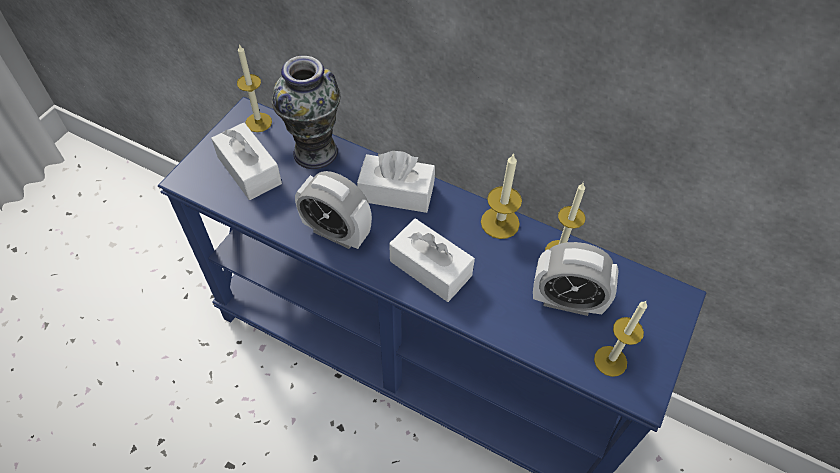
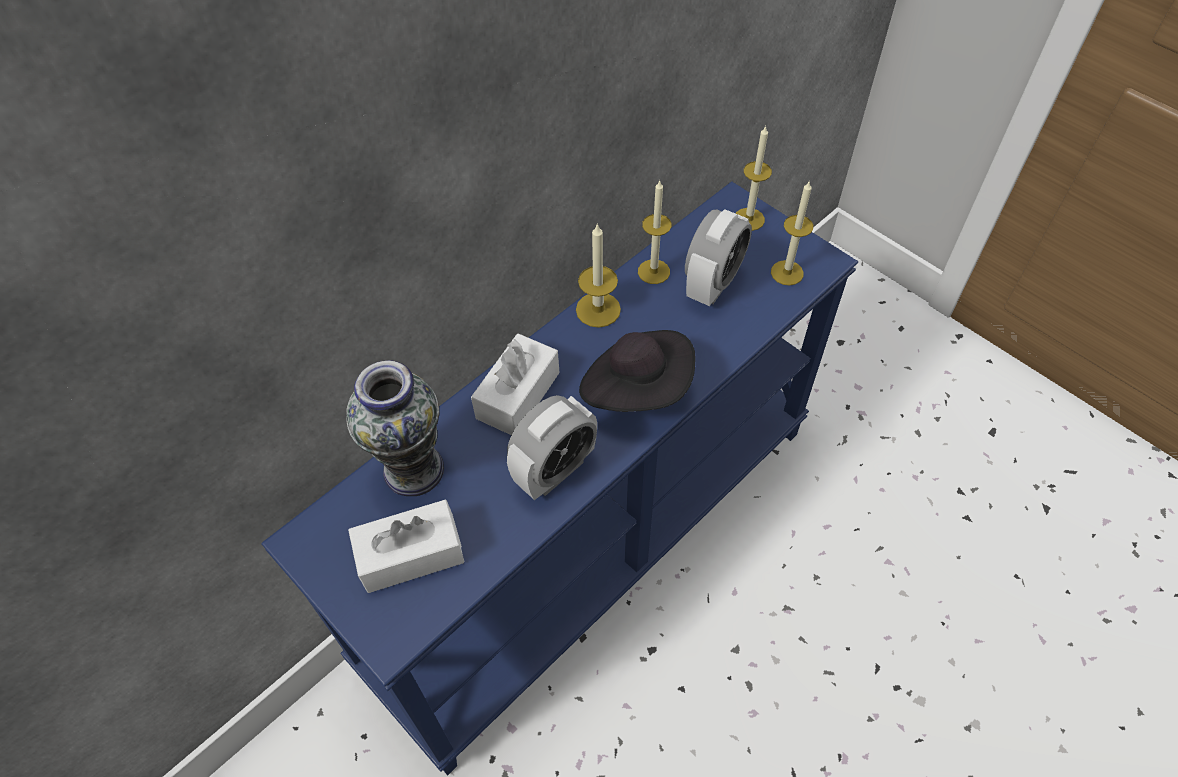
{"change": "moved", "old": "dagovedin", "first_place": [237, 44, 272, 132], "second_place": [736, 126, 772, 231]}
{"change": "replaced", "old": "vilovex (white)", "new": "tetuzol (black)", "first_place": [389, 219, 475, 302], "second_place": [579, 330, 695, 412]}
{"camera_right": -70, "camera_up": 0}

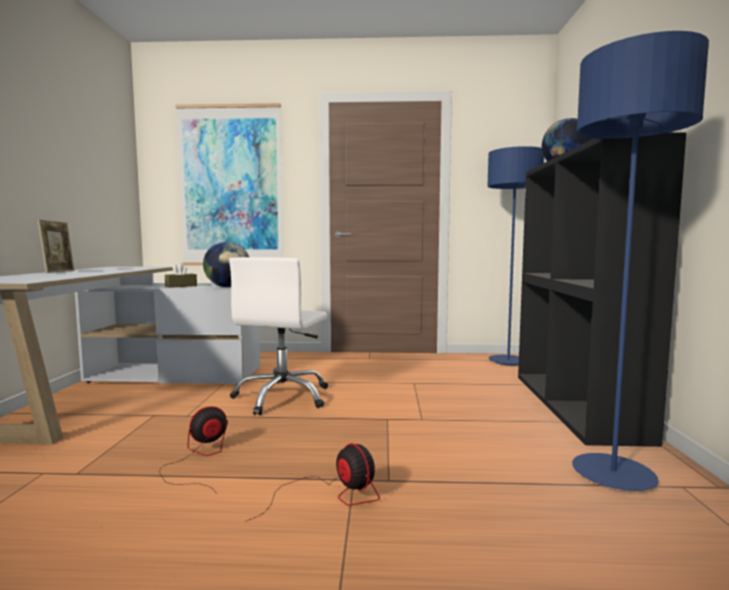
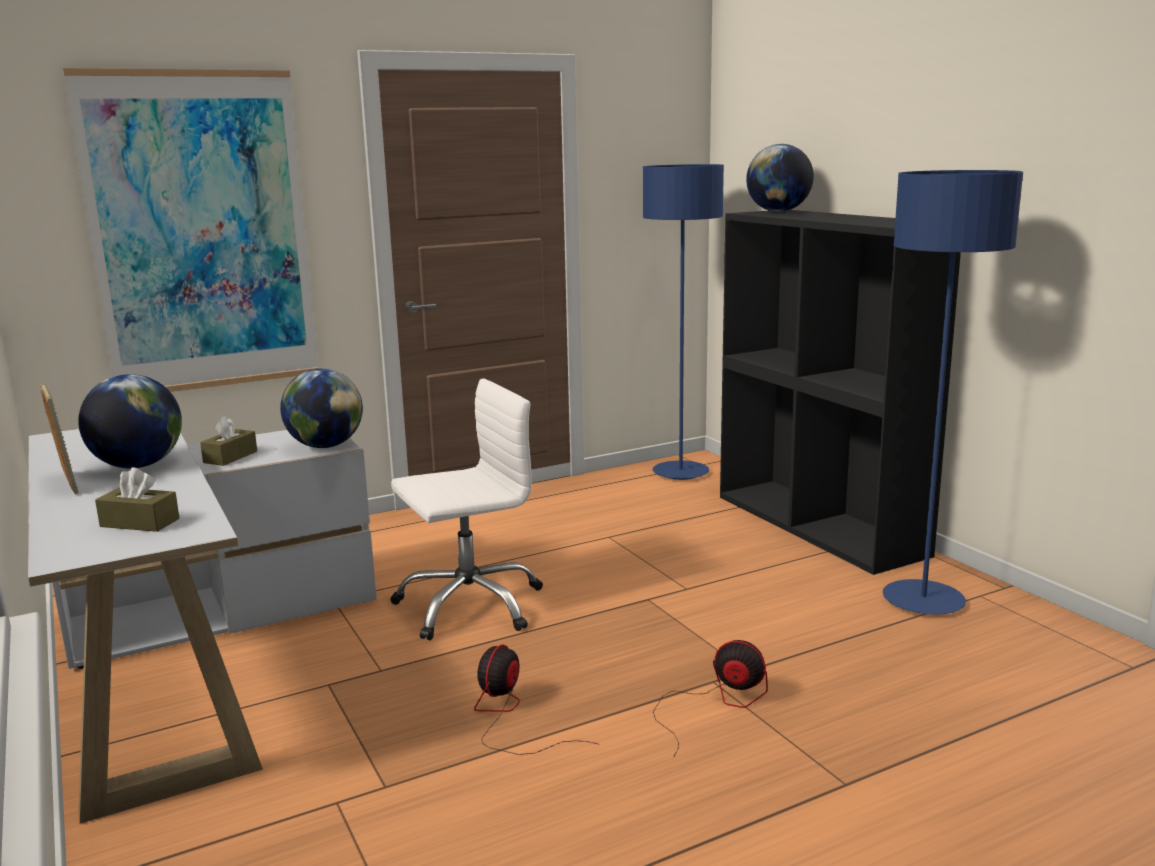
{"change": "turned", "old": "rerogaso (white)", "first_place": [229, 257, 328, 415], "second_place": [390, 378, 543, 640], "degrees": -105}
{"change": "added", "new": "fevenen", "second_place": [78, 374, 182, 468]}
{"change": "added", "new": "vilovex (brown)", "second_place": [95, 467, 179, 532]}
{"camera_right": -30, "camera_up": 10}

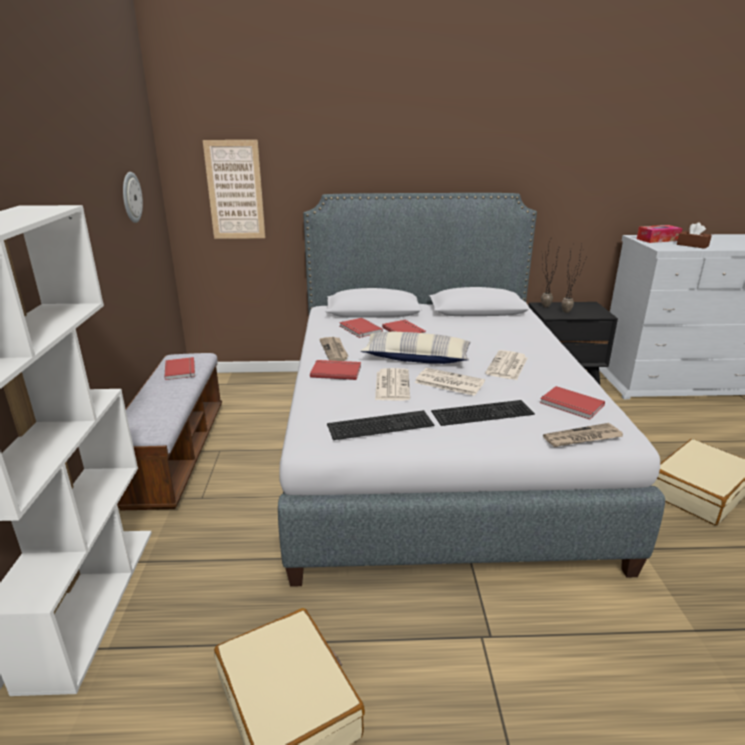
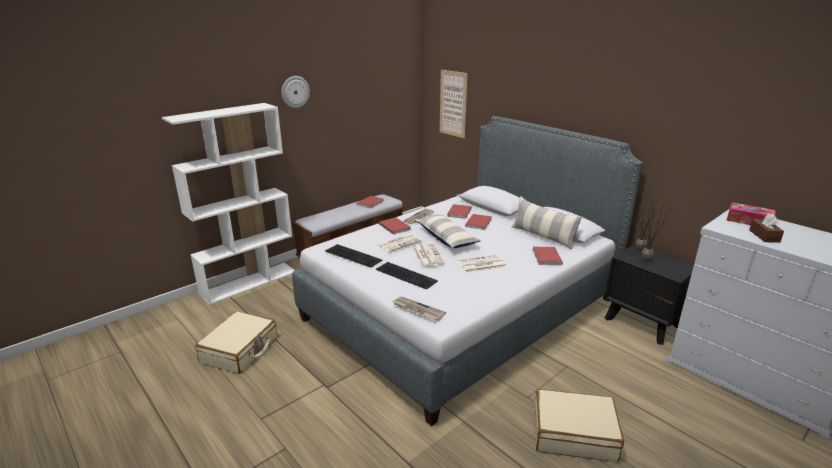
{"change": "moved", "old": "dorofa", "first_place": [123, 172, 143, 223], "second_place": [281, 76, 310, 108]}
{"change": "moved", "old": "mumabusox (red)", "first_place": [540, 386, 605, 420], "second_place": [532, 247, 563, 265]}
{"change": "added", "new": "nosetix", "second_place": [511, 196, 582, 249]}
{"camera_right": 50, "camera_up": 0}

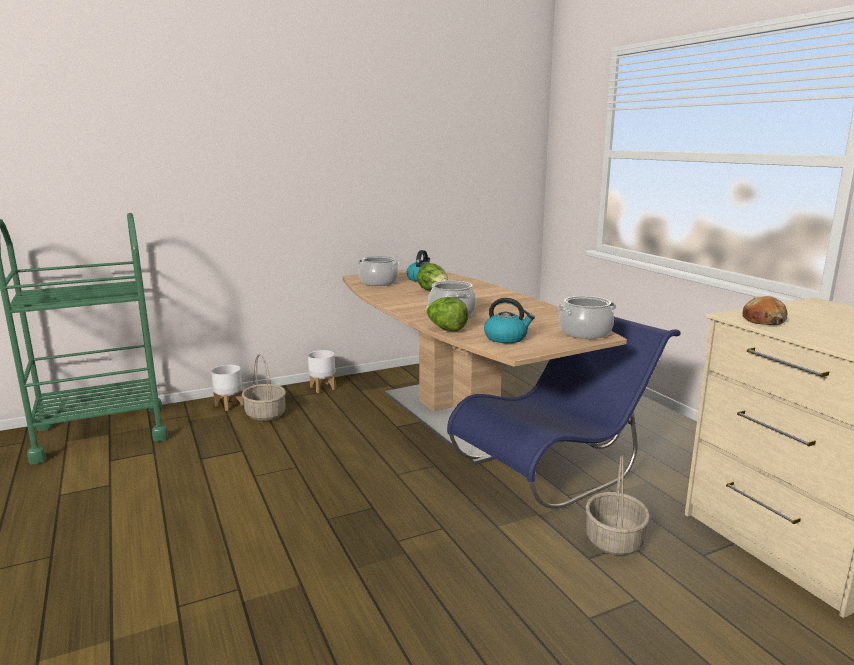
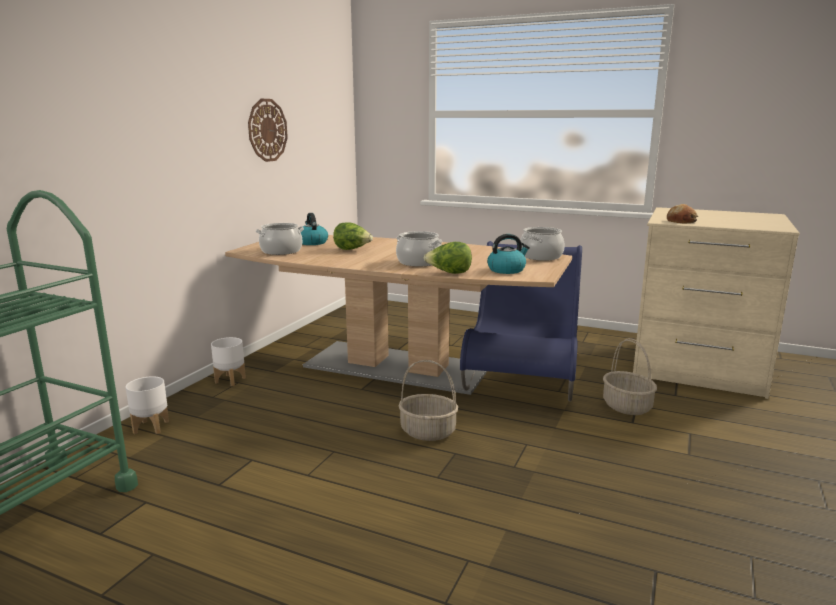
{"change": "moved", "old": "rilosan", "first_place": [242, 354, 286, 421], "second_place": [398, 360, 458, 441]}
{"change": "added", "new": "dorofa", "second_place": [248, 99, 288, 162]}
{"camera_right": -40, "camera_up": 0}

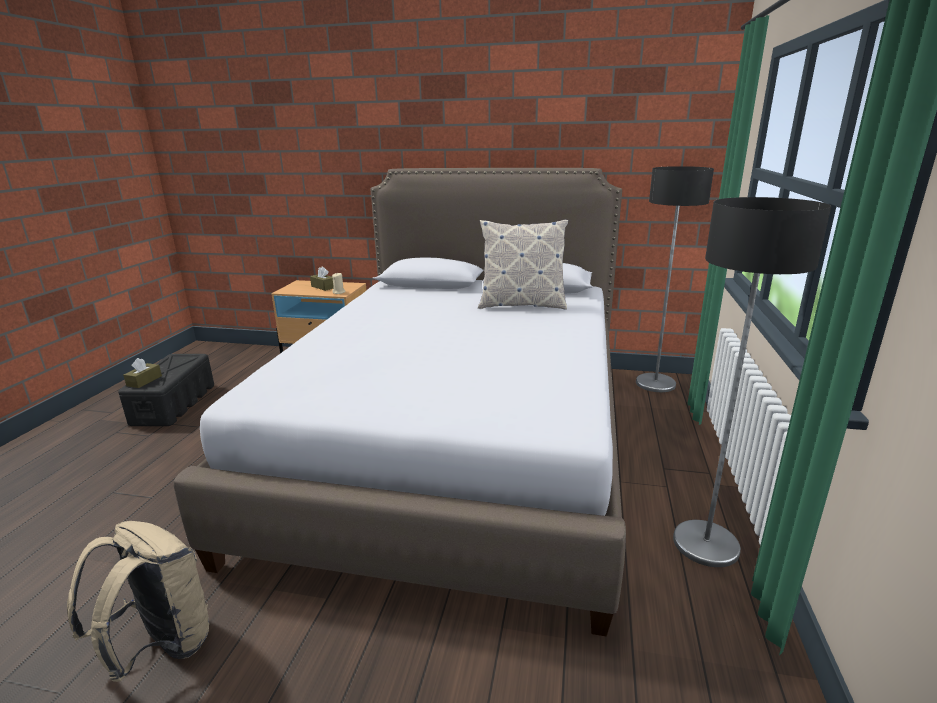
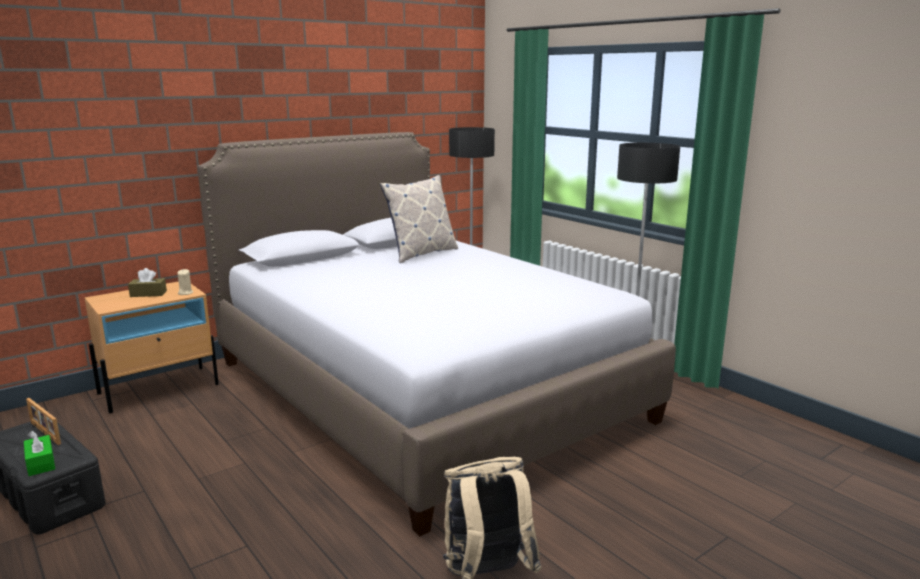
{"change": "recoloured", "old": "vilovex (brown)", "new": "vilovex (green)", "first_place": [123, 358, 162, 388], "second_place": [24, 431, 55, 476]}
{"change": "added", "new": "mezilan", "second_place": [26, 398, 61, 445]}
{"camera_right": -50, "camera_up": -5}

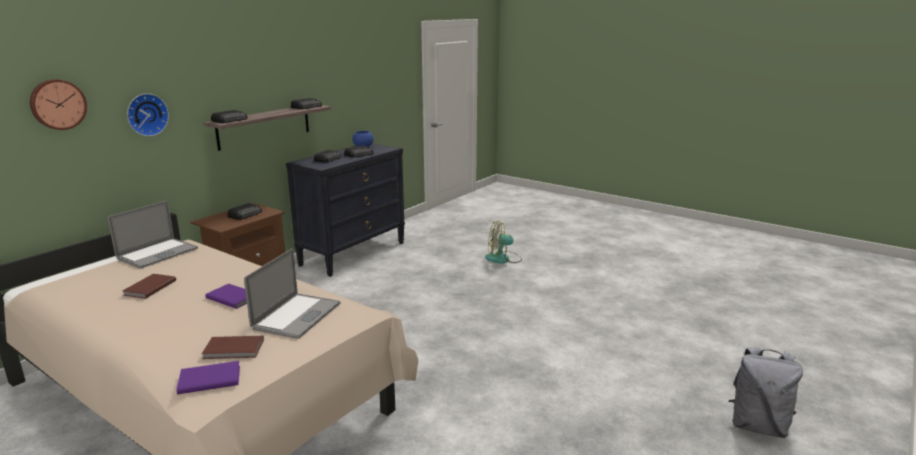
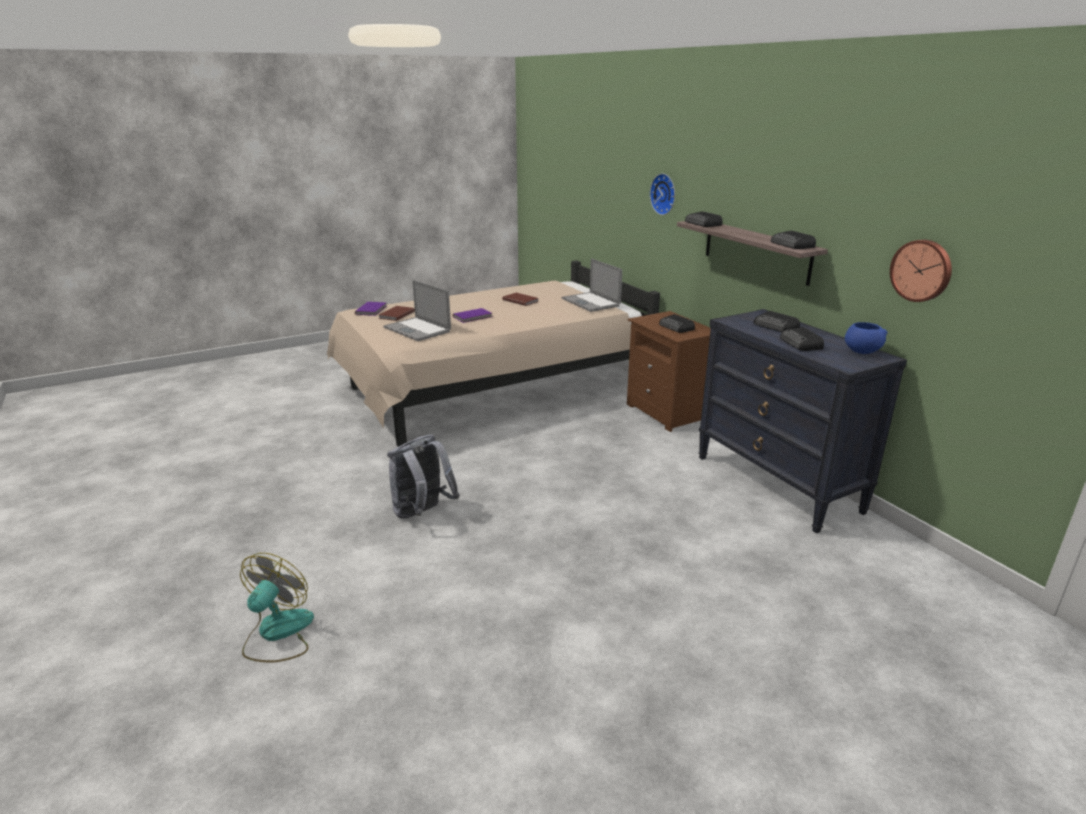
{"change": "moved", "old": "dorofa", "first_place": [30, 79, 87, 130], "second_place": [890, 240, 952, 302]}
{"change": "moved", "old": "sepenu", "first_place": [485, 221, 522, 264], "second_place": [240, 553, 314, 662]}
{"change": "moved", "old": "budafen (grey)", "first_place": [729, 347, 803, 438], "second_place": [387, 434, 460, 518]}
{"camera_right": 115, "camera_up": 5}

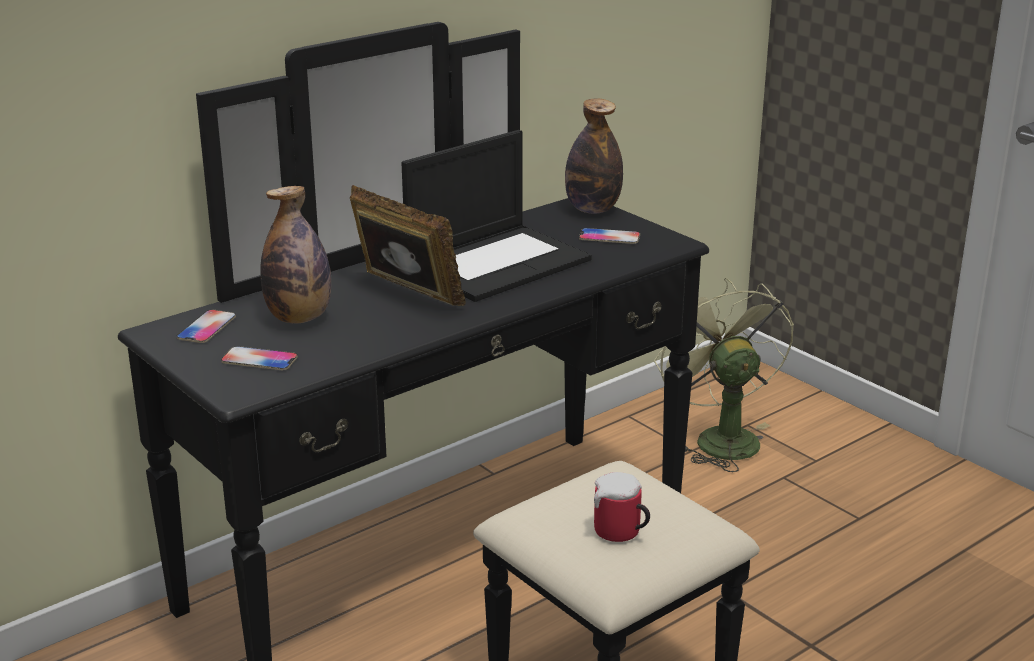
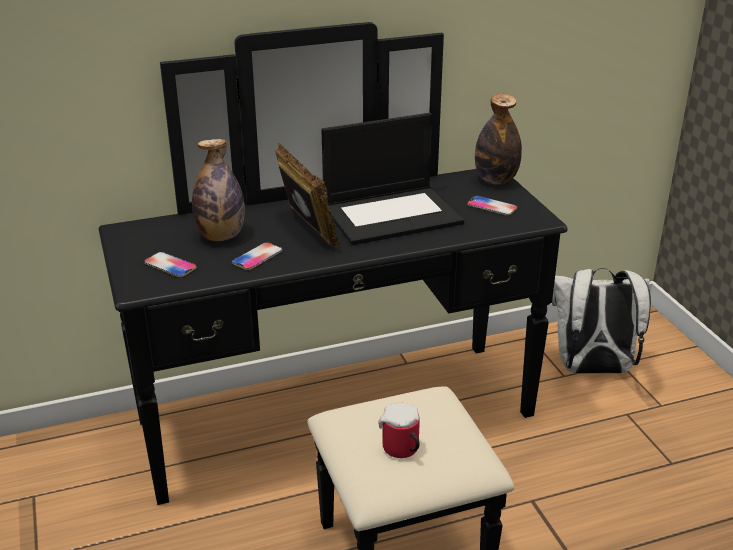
{"change": "replaced", "old": "sepenu (green)", "new": "budafen (white)", "first_place": [654, 278, 794, 472], "second_place": [551, 268, 651, 374]}
{"change": "moved", "old": "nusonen", "first_place": [176, 310, 236, 343], "second_place": [232, 242, 282, 270]}
{"camera_right": 20, "camera_up": 5}

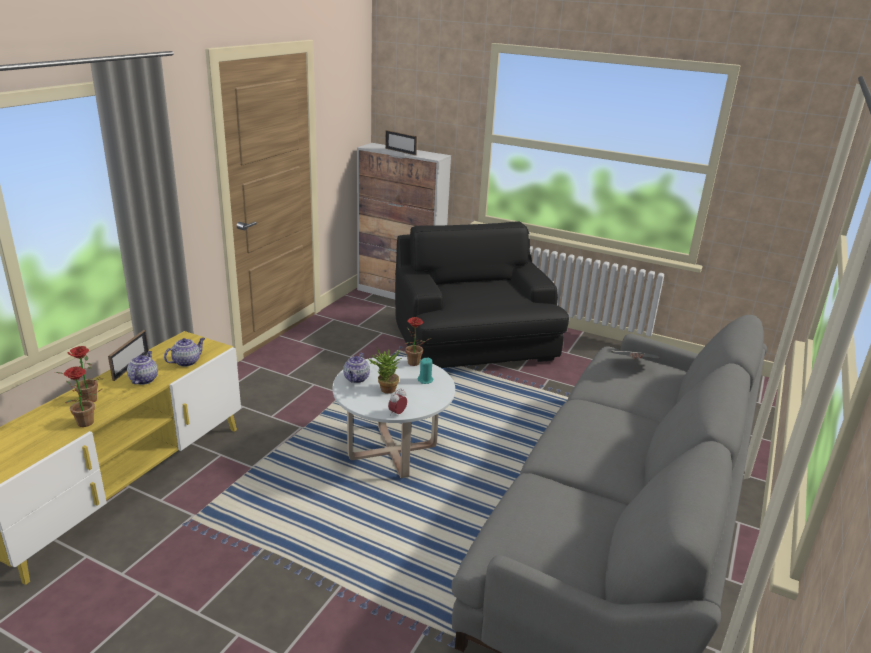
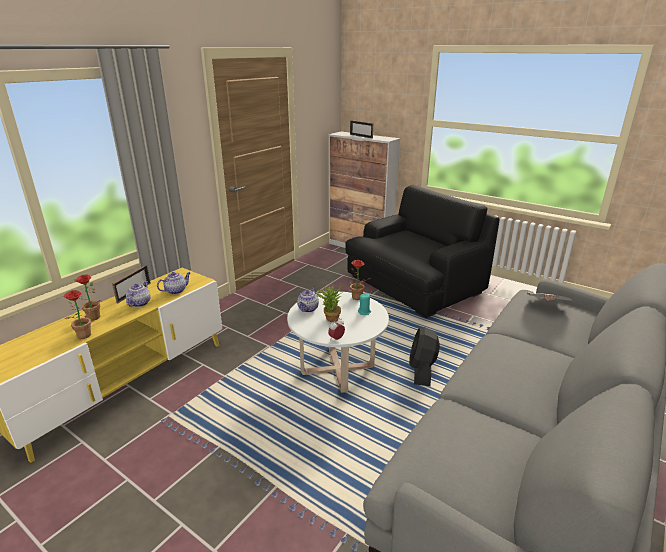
{"change": "turned", "old": "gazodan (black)", "first_place": [395, 221, 569, 368], "second_place": [345, 185, 499, 318], "degrees": 60}
{"change": "added", "new": "sepenu (black)", "second_place": [409, 327, 440, 386]}
{"camera_right": 10, "camera_up": 0}

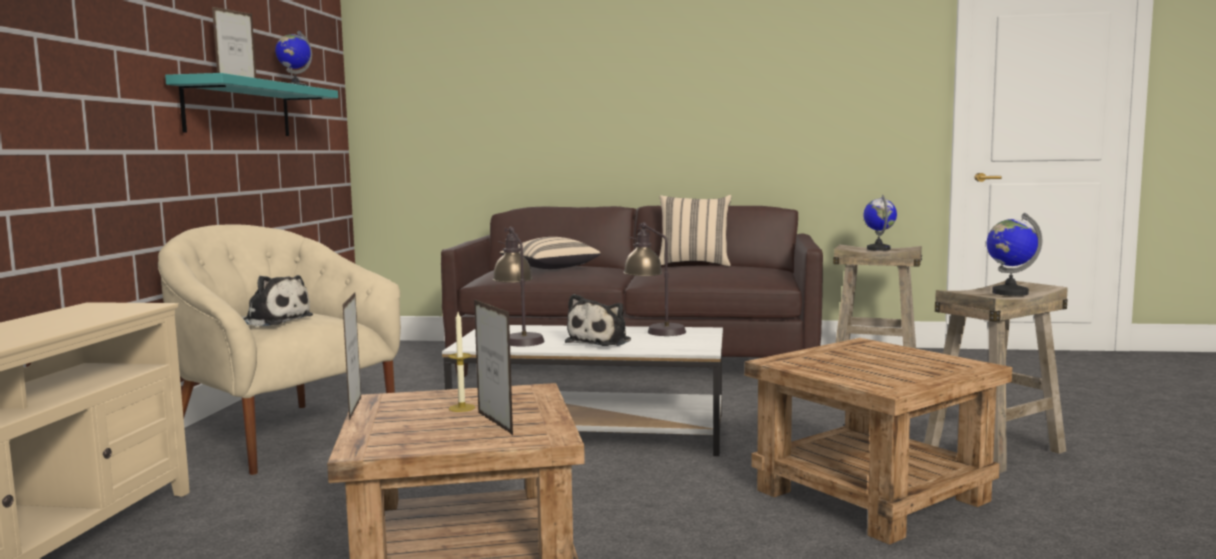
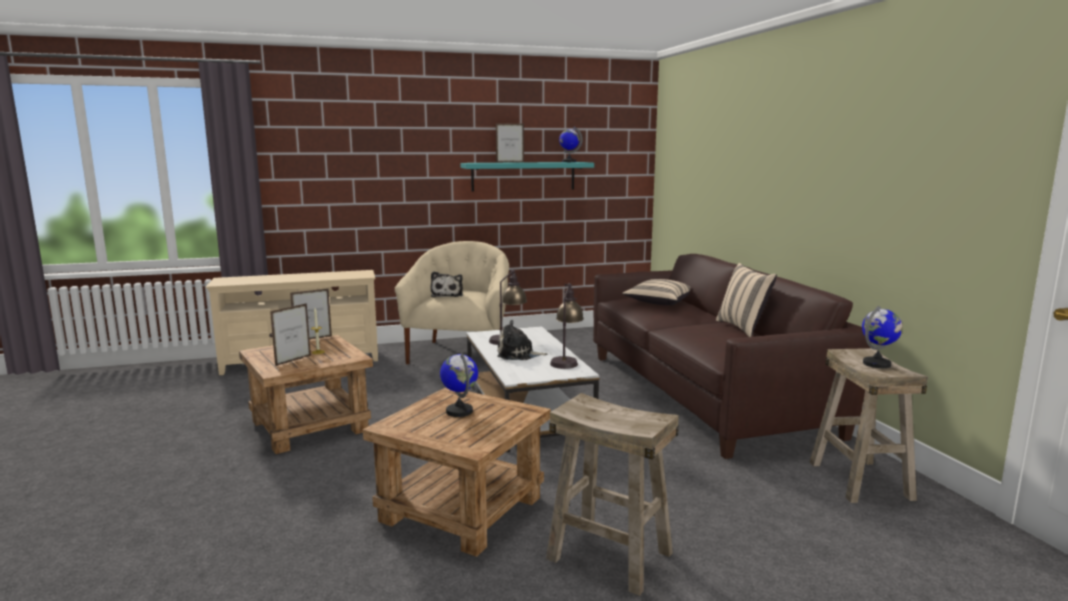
{"change": "moved", "old": "fevenen", "first_place": [987, 213, 1042, 296], "second_place": [440, 353, 478, 417]}
{"camera_right": 65, "camera_up": 5}

